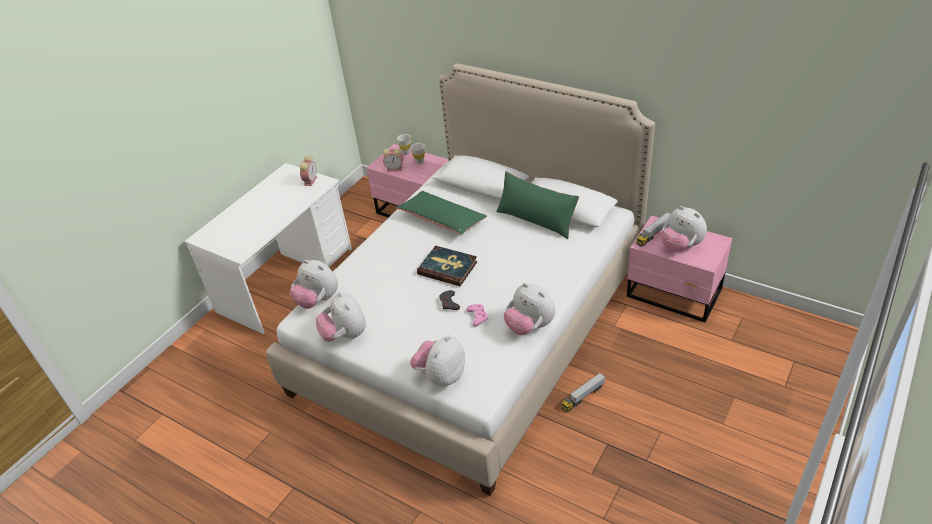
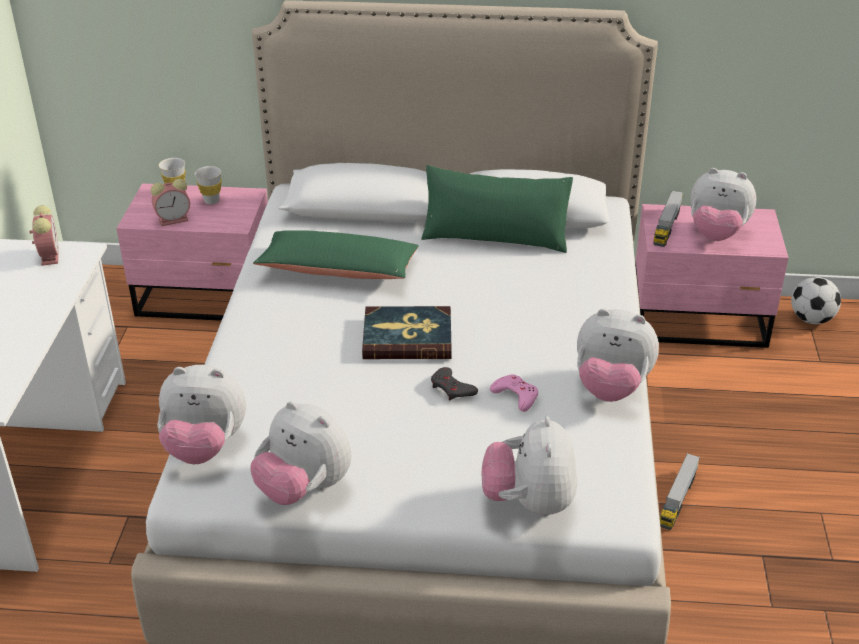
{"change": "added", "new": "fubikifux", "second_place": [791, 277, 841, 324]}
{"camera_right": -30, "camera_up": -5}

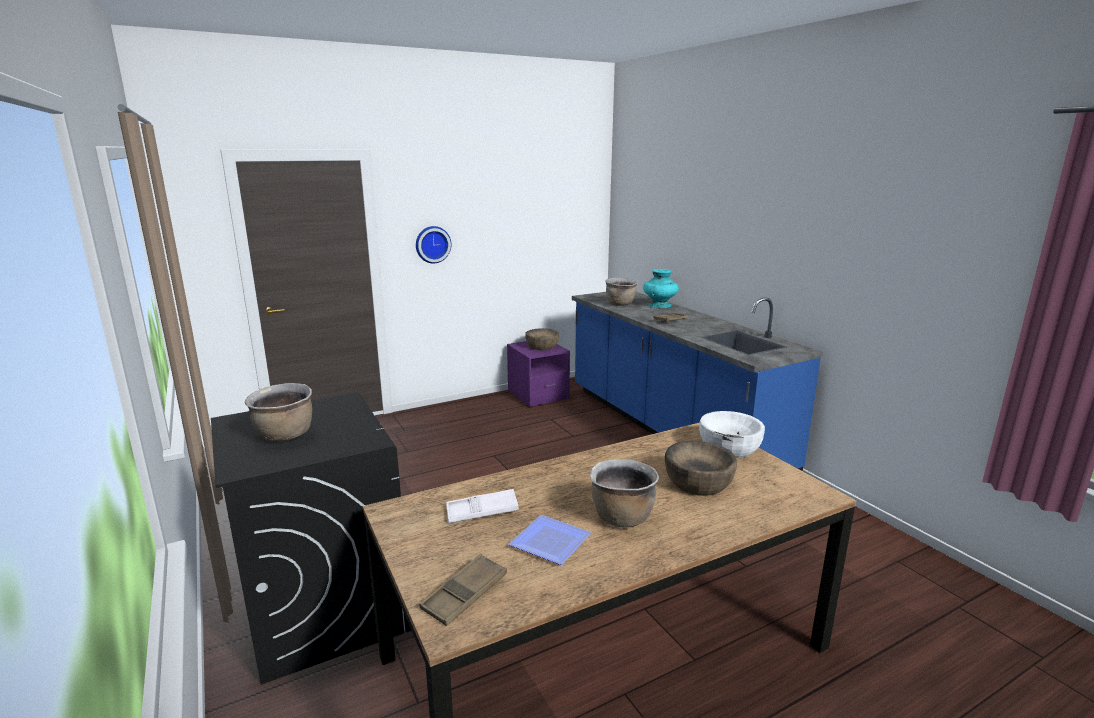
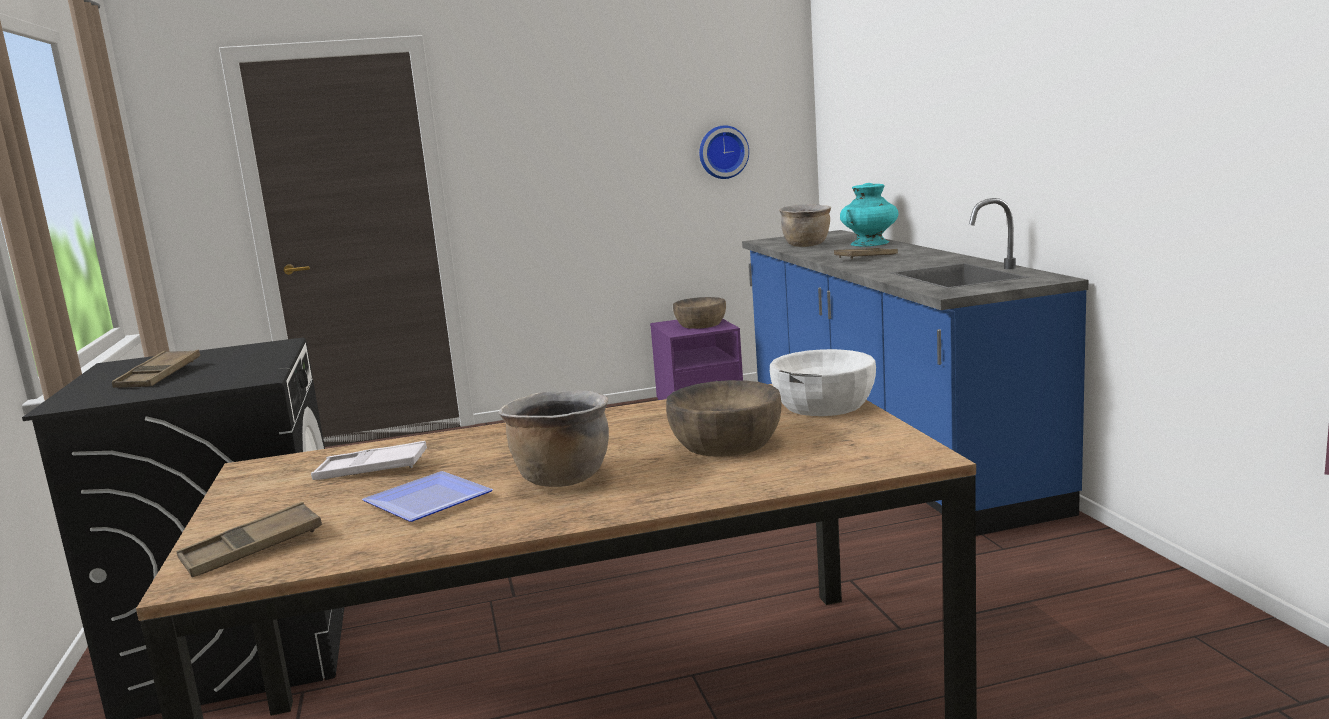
{"change": "moved", "old": "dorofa", "first_place": [416, 226, 451, 264], "second_place": [699, 125, 749, 179]}
{"change": "replaced", "old": "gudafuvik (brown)", "new": "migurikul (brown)", "first_place": [245, 383, 312, 442], "second_place": [112, 349, 200, 388]}
{"camera_right": 15, "camera_up": -5}

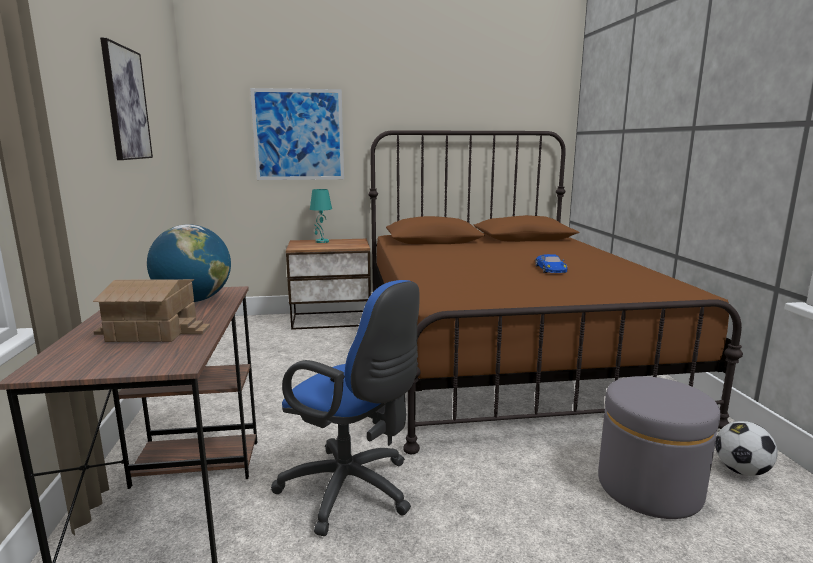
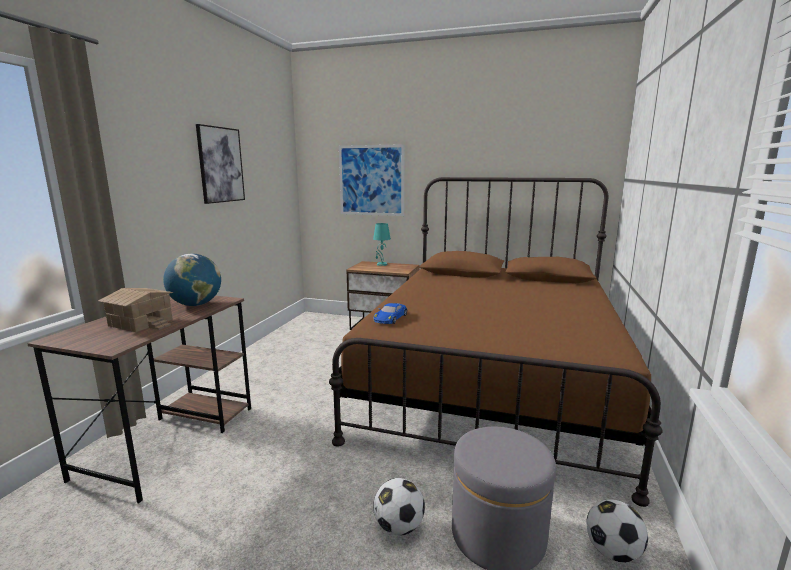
{"change": "moved", "old": "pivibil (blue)", "first_place": [535, 254, 567, 273], "second_place": [374, 303, 407, 324]}
{"change": "removed", "old": "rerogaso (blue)", "first_place": [271, 280, 420, 536]}
{"change": "added", "new": "fubikifux", "second_place": [373, 478, 425, 536]}
{"camera_right": 25, "camera_up": 0}

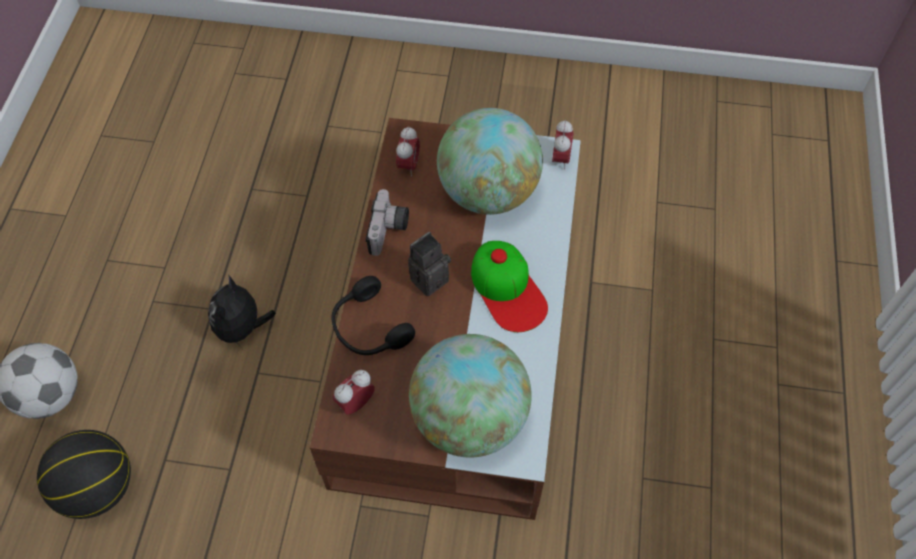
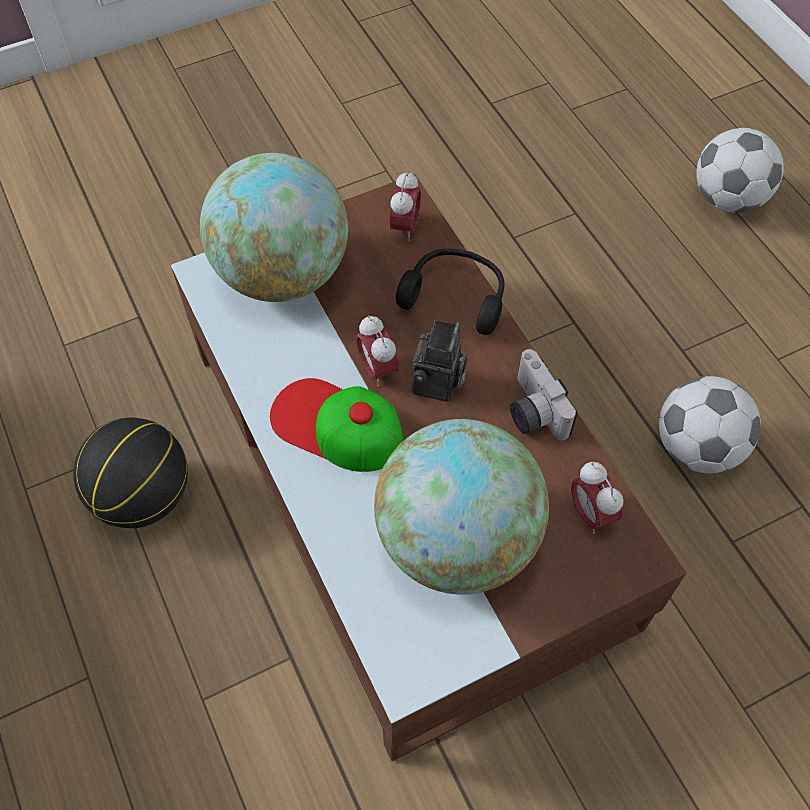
{"change": "moved", "old": "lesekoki", "first_place": [552, 120, 574, 170], "second_place": [356, 315, 399, 386]}
{"change": "removed", "old": "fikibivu", "first_place": [208, 276, 276, 347]}
{"change": "moved", "old": "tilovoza", "first_place": [37, 430, 131, 519], "second_place": [73, 417, 188, 528]}
{"change": "added", "new": "fubikifux", "second_place": [659, 376, 761, 474]}
{"camera_right": 145, "camera_up": 0}

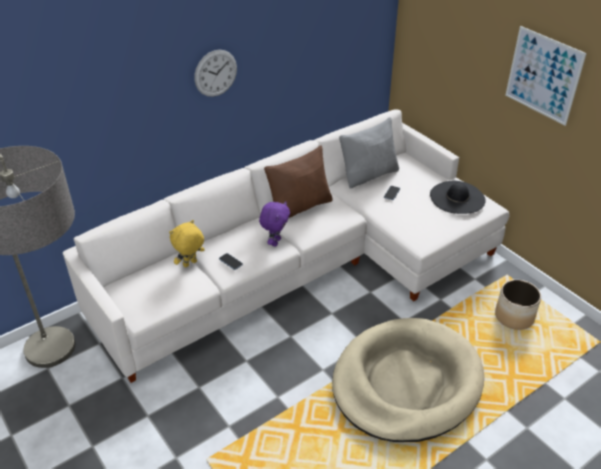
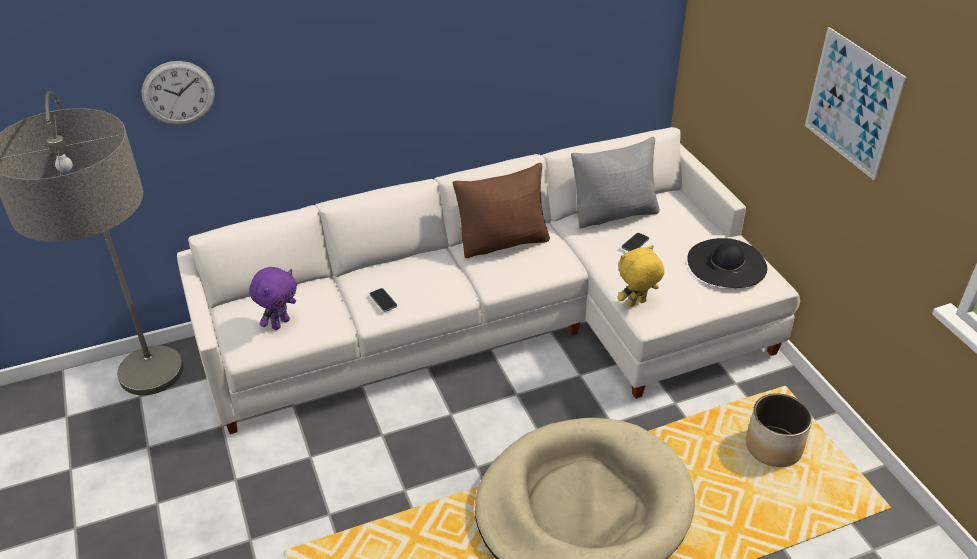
{"change": "moved", "old": "dorofa", "first_place": [194, 50, 237, 97], "second_place": [141, 61, 215, 125]}
{"change": "moved", "old": "fikibivu (purple)", "first_place": [259, 201, 290, 246], "second_place": [249, 267, 297, 330]}
{"change": "moved", "old": "fikibivu (yellow)", "first_place": [169, 220, 205, 268], "second_place": [618, 245, 664, 307]}
{"camera_right": 15, "camera_up": 0}

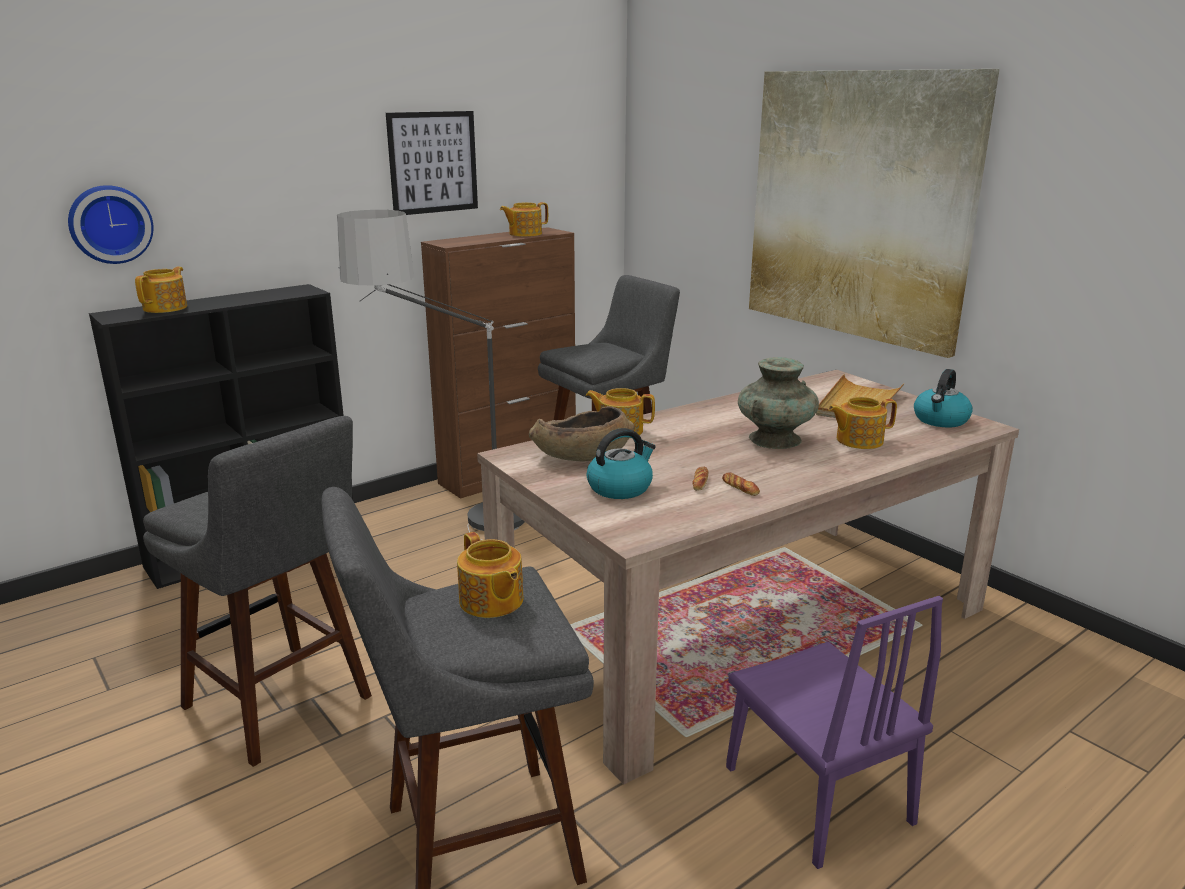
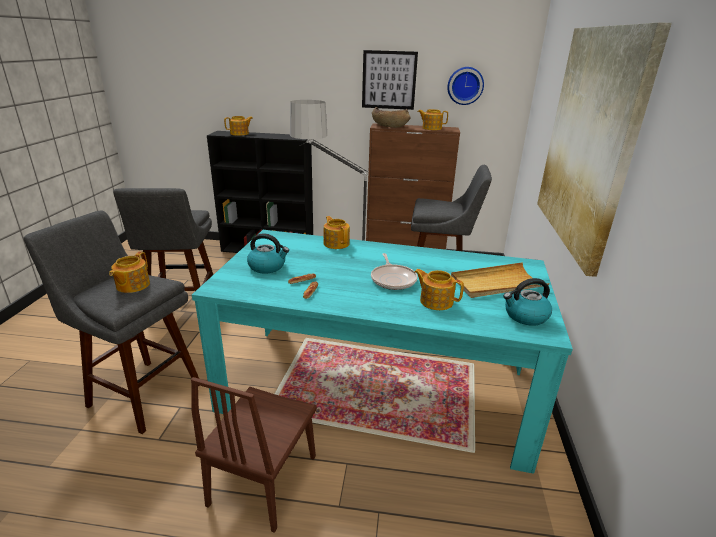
{"change": "moved", "old": "dorofa", "first_place": [68, 185, 154, 264], "second_place": [447, 67, 484, 105]}
{"change": "replaced", "old": "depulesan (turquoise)", "new": "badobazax", "first_place": [738, 357, 819, 449], "second_place": [371, 253, 418, 290]}
{"change": "recoloured", "old": "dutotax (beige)", "new": "dutotax (turquoise)", "first_place": [477, 370, 1019, 785], "second_place": [192, 230, 573, 474]}
{"change": "moved", "old": "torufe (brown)", "first_place": [529, 406, 635, 461], "second_place": [372, 107, 411, 128]}
{"change": "recoloured", "old": "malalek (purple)", "new": "malalek (brown)", "first_place": [726, 596, 943, 869], "second_place": [191, 377, 317, 533]}
{"camera_right": 45, "camera_up": 5}

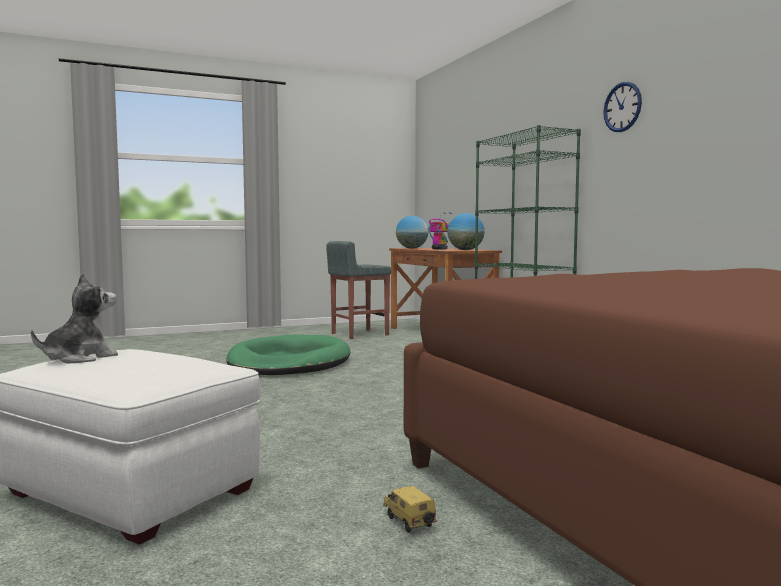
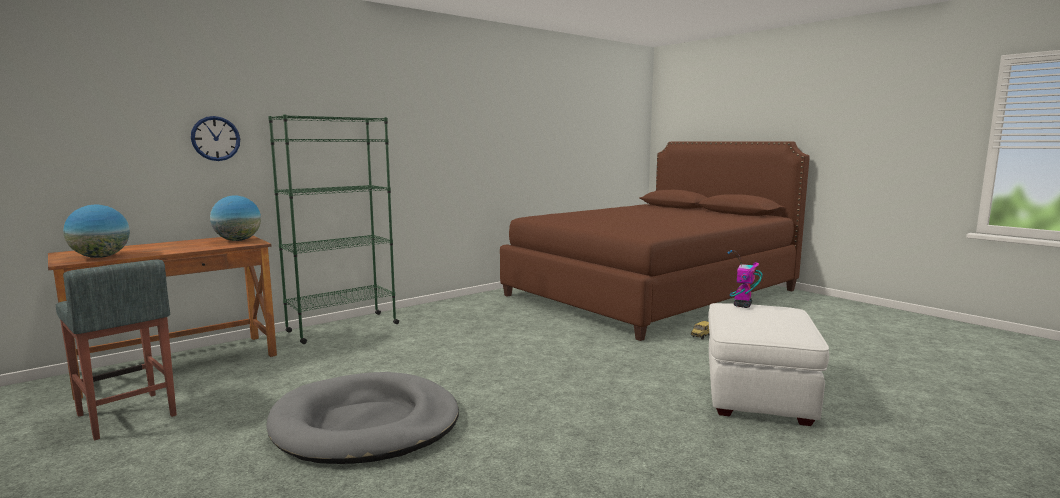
{"change": "moved", "old": "dorofa", "first_place": [603, 82, 642, 132], "second_place": [191, 116, 240, 161]}
{"change": "moved", "old": "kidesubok", "first_place": [429, 212, 451, 249], "second_place": [728, 250, 762, 308]}
{"change": "removed", "old": "fikibivu", "first_place": [31, 273, 118, 363]}
{"change": "recoloured", "old": "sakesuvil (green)", "new": "sakesuvil (grey)", "first_place": [226, 334, 350, 375], "second_place": [267, 372, 459, 464]}
{"camera_right": -105, "camera_up": 5}

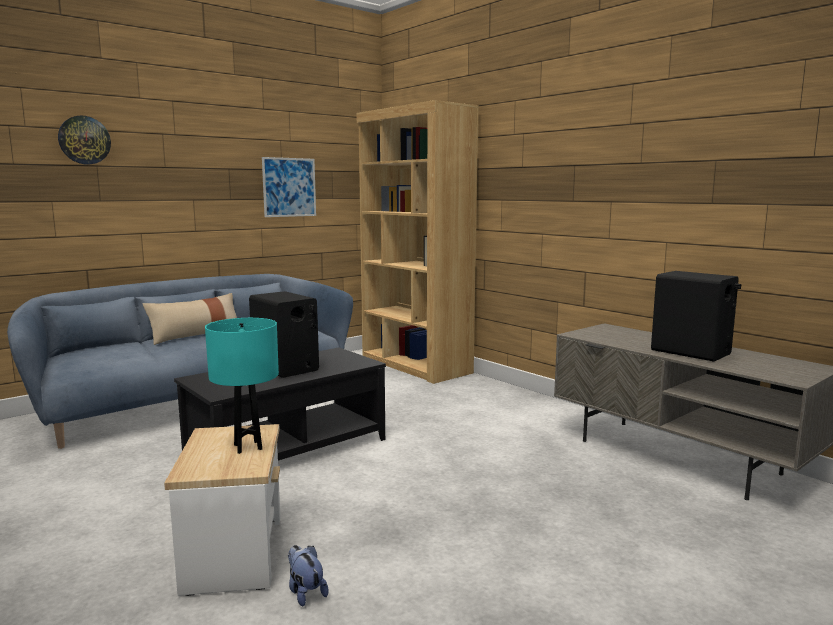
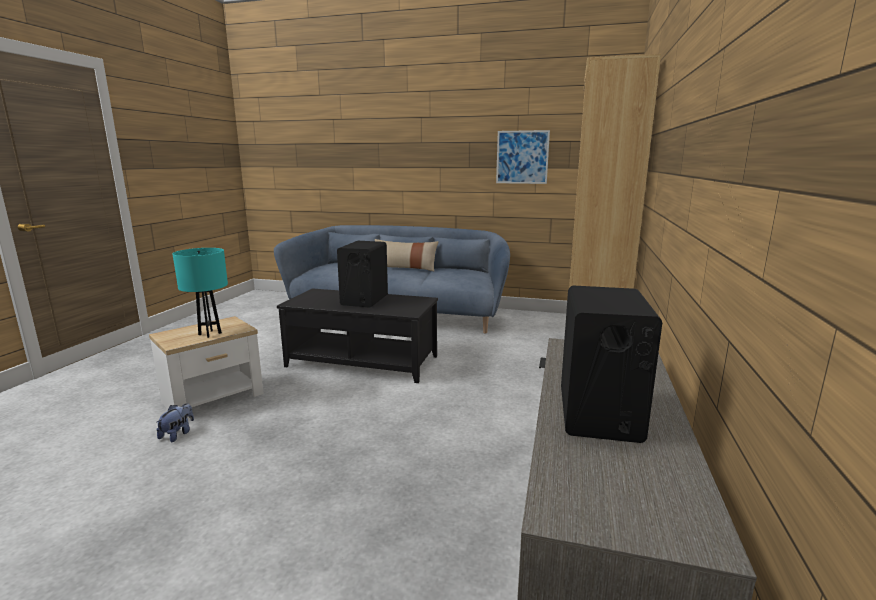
{"change": "removed", "old": "dorofa", "first_place": [58, 115, 111, 164]}
{"camera_right": 55, "camera_up": 5}

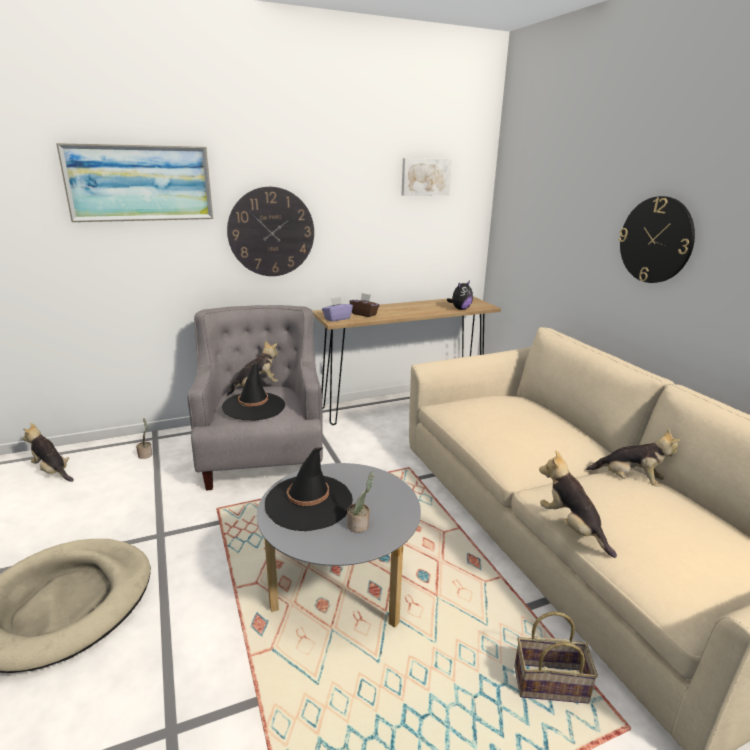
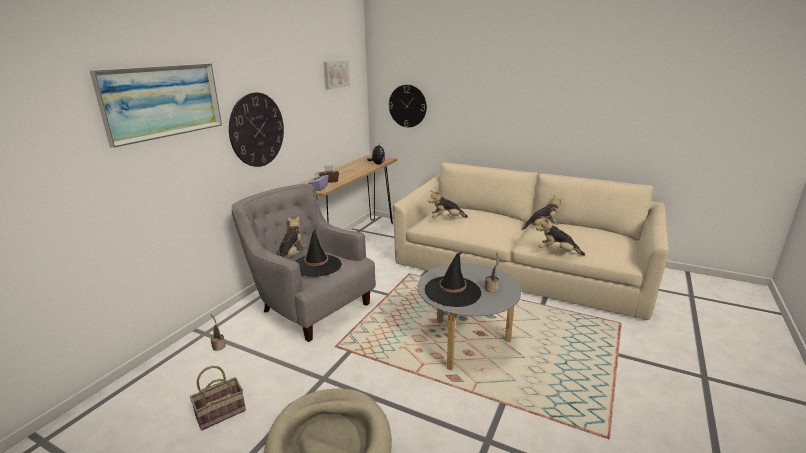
{"change": "moved", "old": "dorofa", "first_place": [619, 196, 695, 283], "second_place": [388, 85, 427, 127]}
{"change": "moved", "old": "fikibivu", "first_place": [23, 423, 74, 482], "second_place": [428, 190, 468, 218]}
{"change": "moved", "old": "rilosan", "first_place": [514, 611, 598, 704], "second_place": [190, 366, 246, 431]}
{"camera_right": -40, "camera_up": 0}

